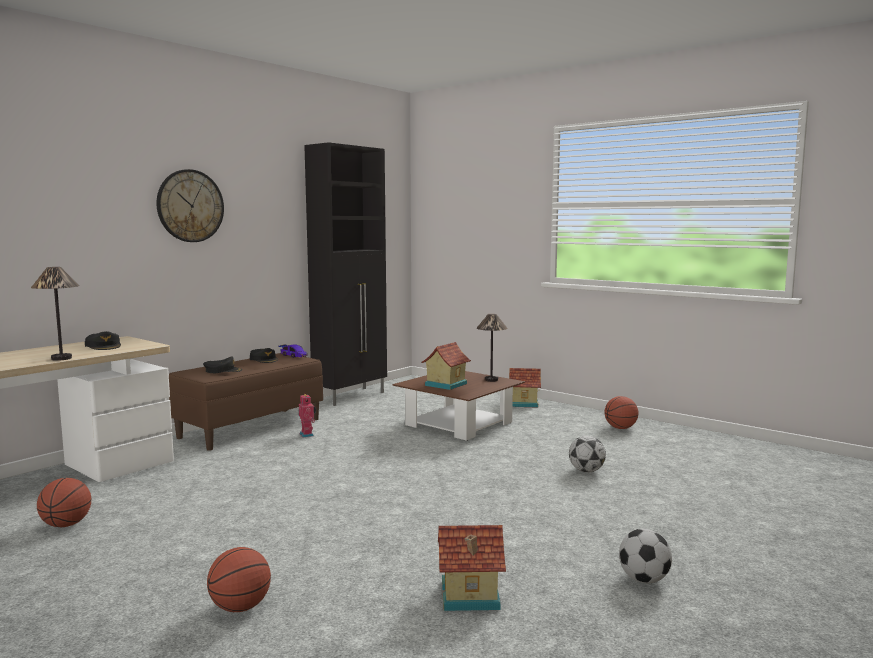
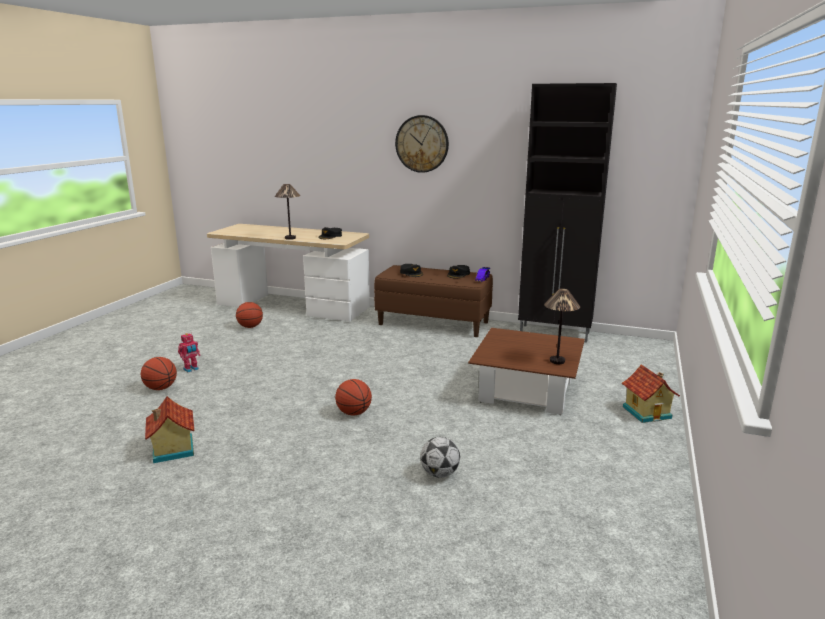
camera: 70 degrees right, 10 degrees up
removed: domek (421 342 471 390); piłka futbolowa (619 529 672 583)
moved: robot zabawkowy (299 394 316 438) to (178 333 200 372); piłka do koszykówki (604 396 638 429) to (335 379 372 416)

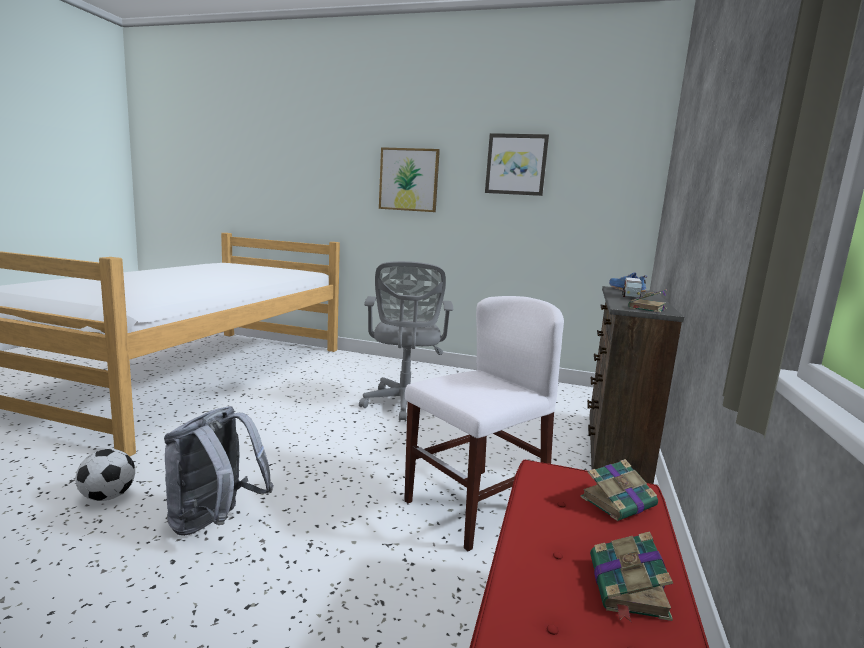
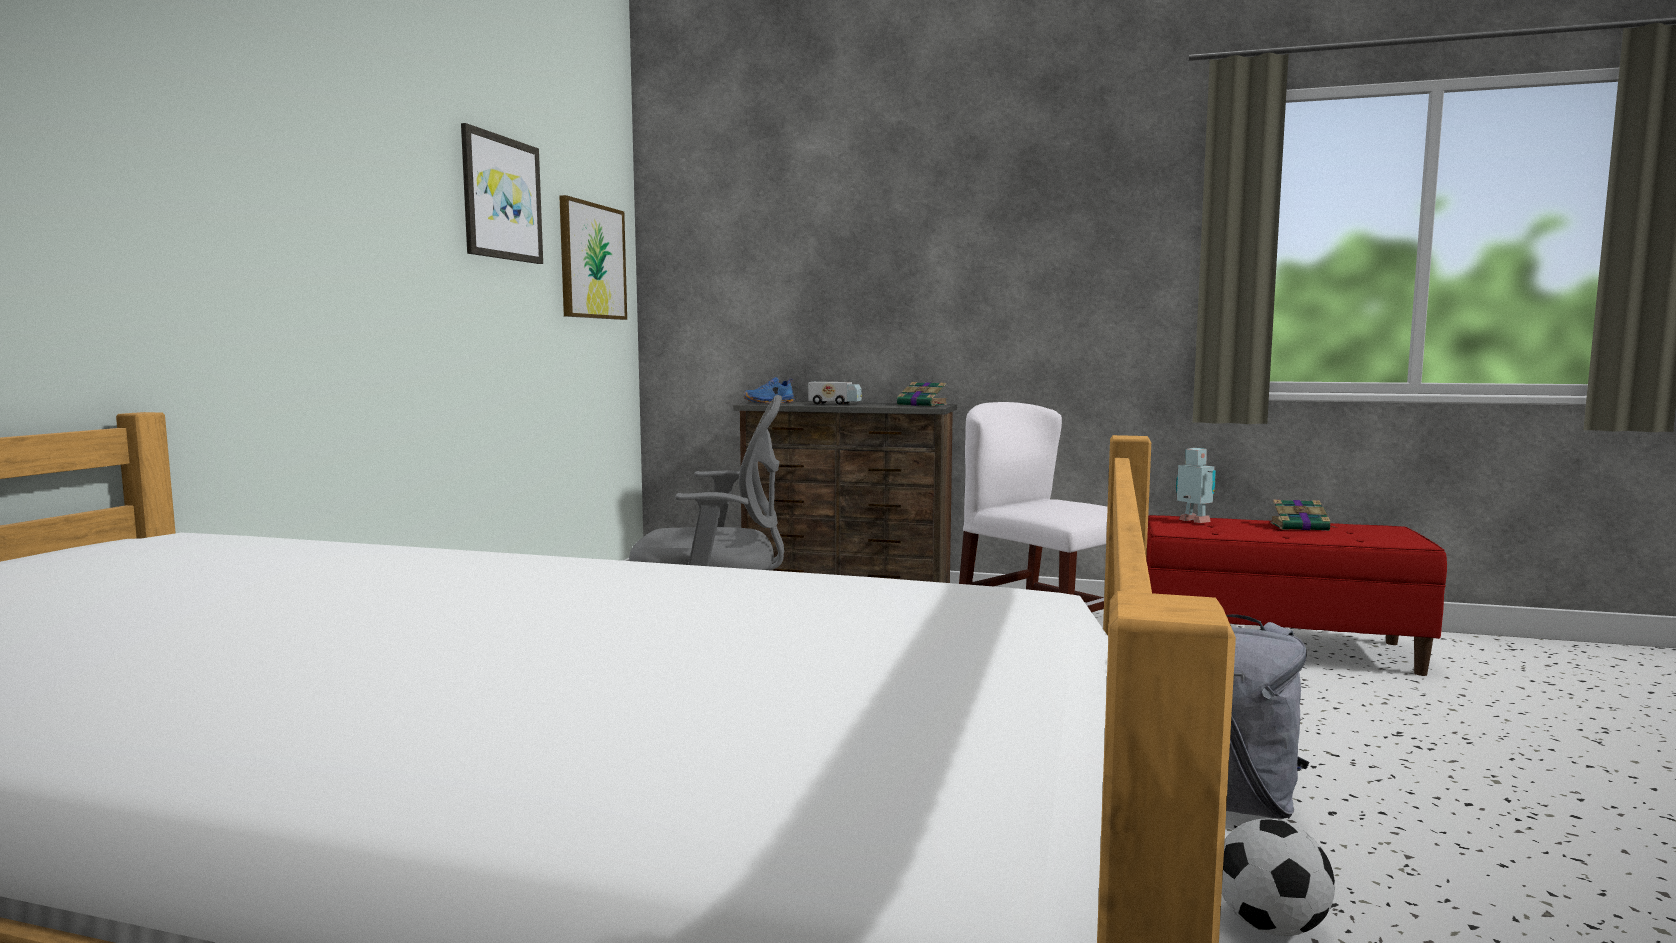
camera: 90 degrees left, 5 degrees down
moved: obraz (379 147 440 212) to (559 195 627 320)
replaced: książka (581 459 658 521) to robot zabawkowy (1176 448 1216 523)

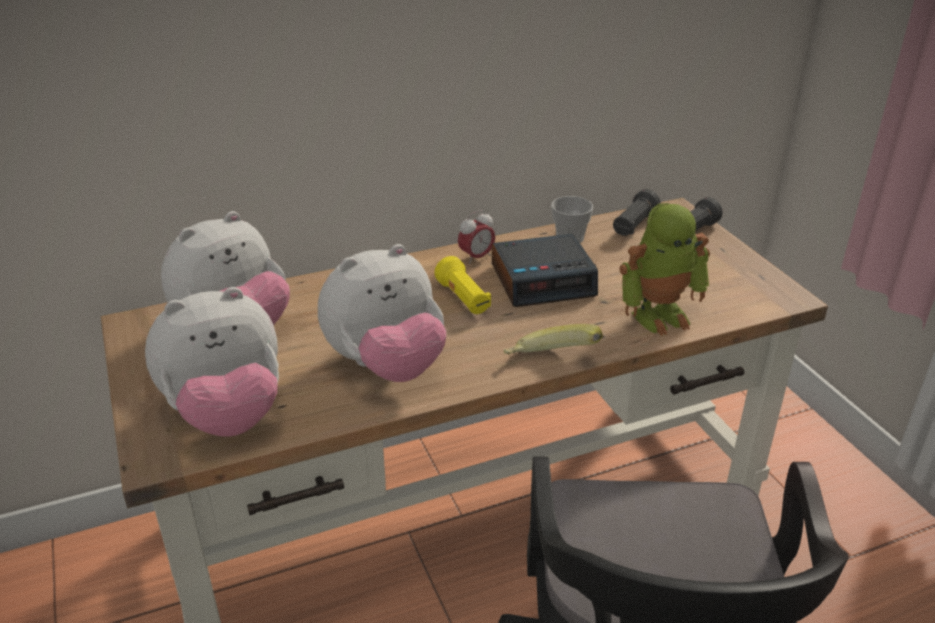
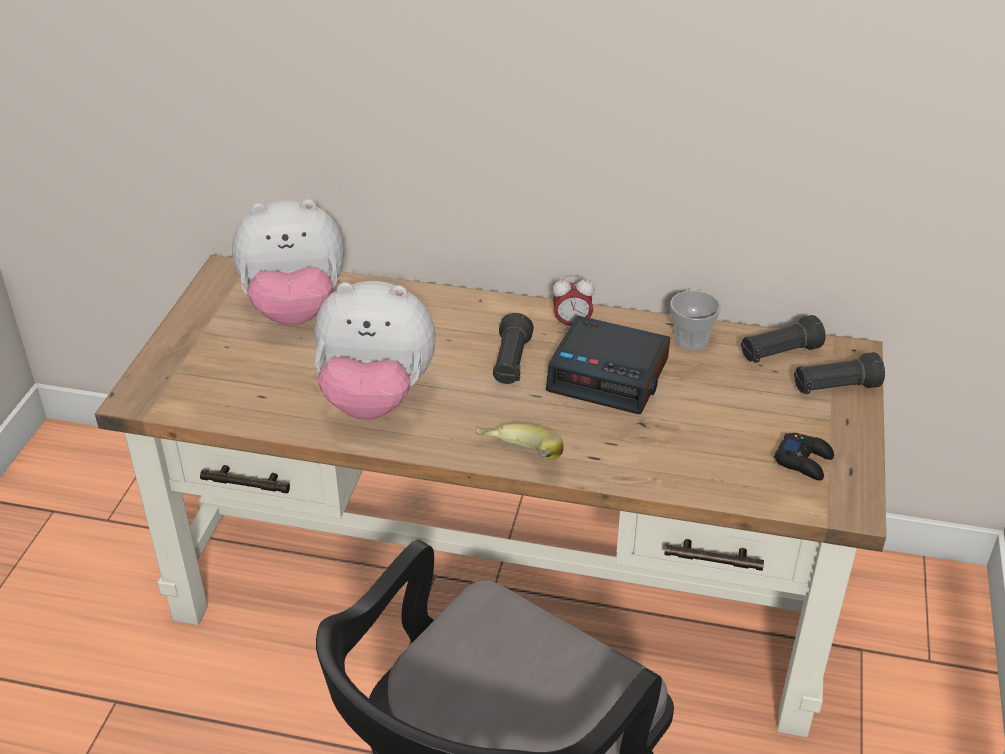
camera: 35 degrees right, 5 degrees up
removed: pluszak (145 287 279 437); robot zabawkowy (619 203 710 336)
added: pad do gier (czarny) (774 433 834 480)
recoloured: latarka (żółty) (434 256 491 314) to latarka (czarny) (493 313 534 384)

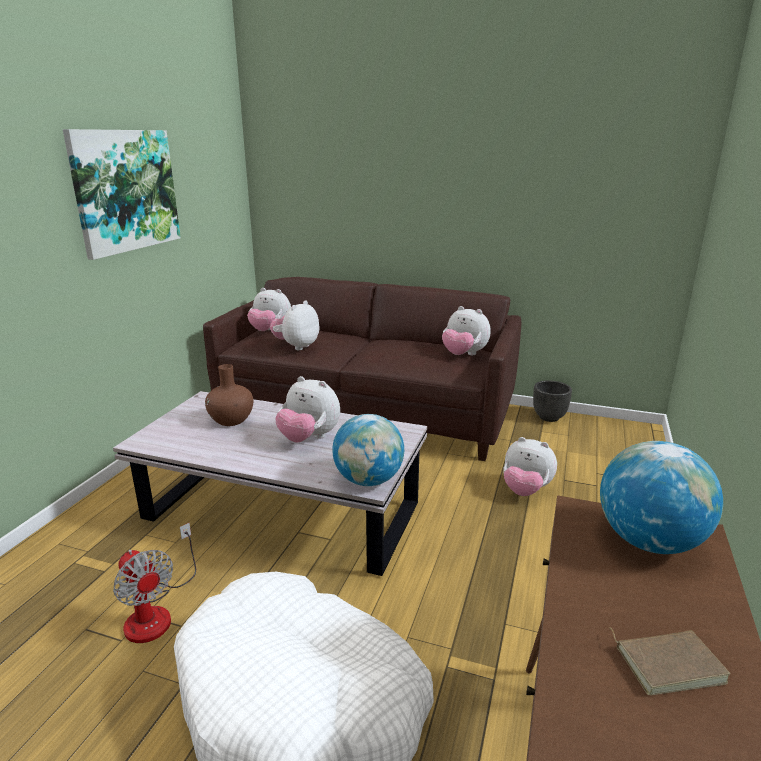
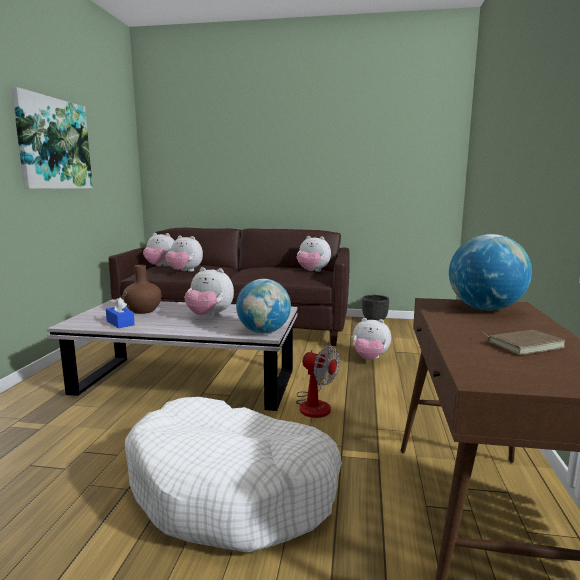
camera: 10 degrees left, 10 degrees down
added: pudełko chusteczek (niebieski) (106 297 135 328)
moved: wentylator (113 523 196 643) to (296 345 340 418)
turned: pluszak (270 300 319 350) = (165 235 203 272) 90 degrees counterclockwise

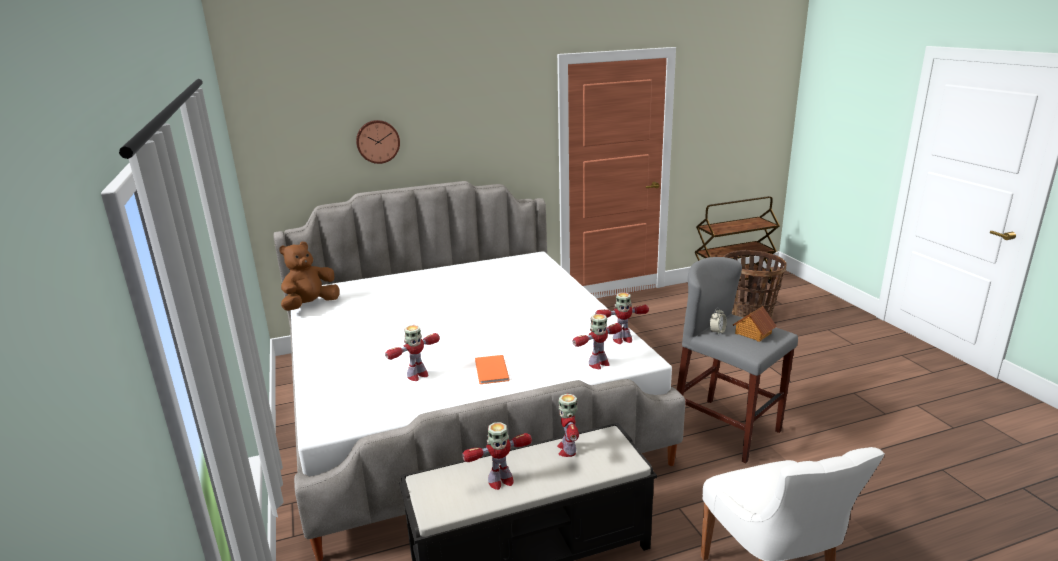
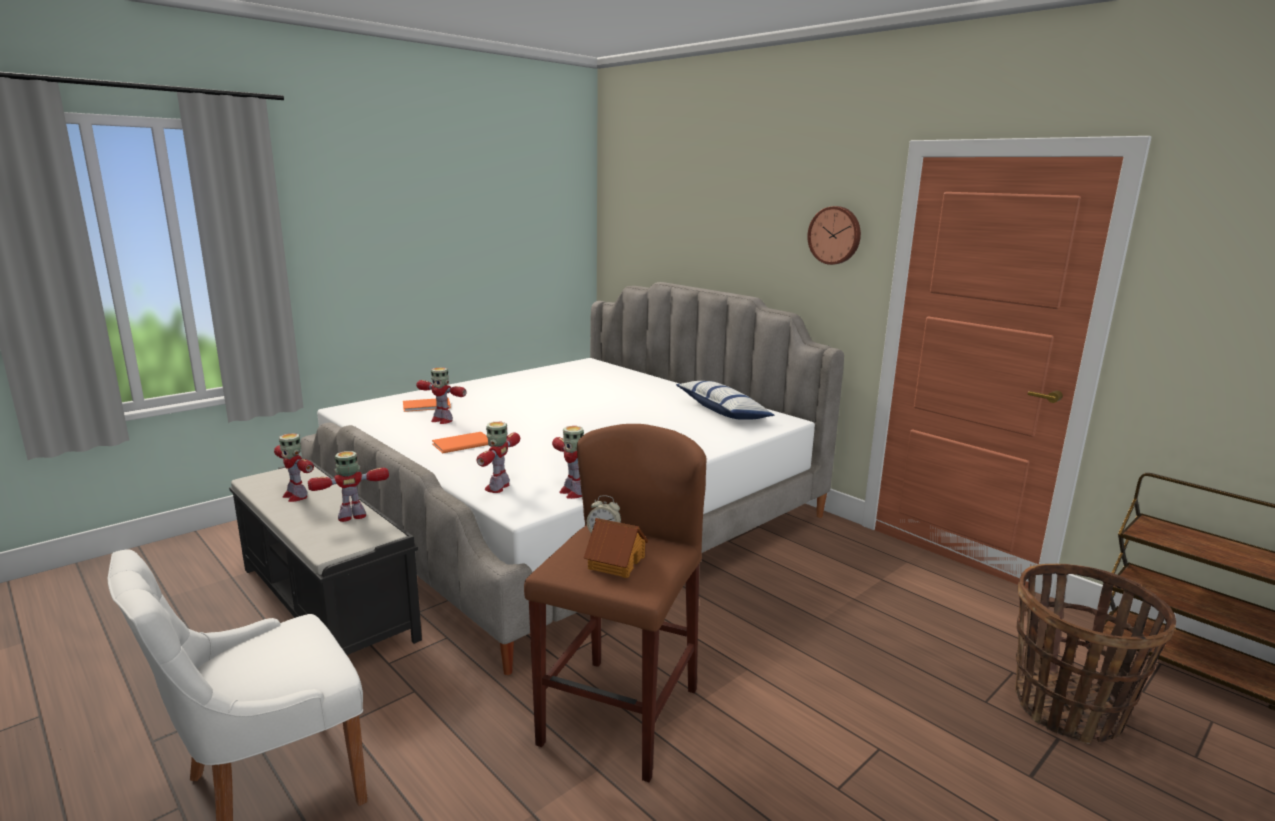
camera: 65 degrees right, 5 degrees down
removed: pluszak (brązowy) (279 242 340 311)
added: książka (pomarańczowy) (403 398 451 412); poduszka (676 381 774 420)
moved: zegar ścienny (356 120 400 164) to (807 206 861 265)
recoloured: stołek (szary) (677 257 798 463) to stołek (brązowy) (524 424 707 782)
turned: robot zabawkowy (572 314 622 369) = (477 422 520 493) 75 degrees clockwise

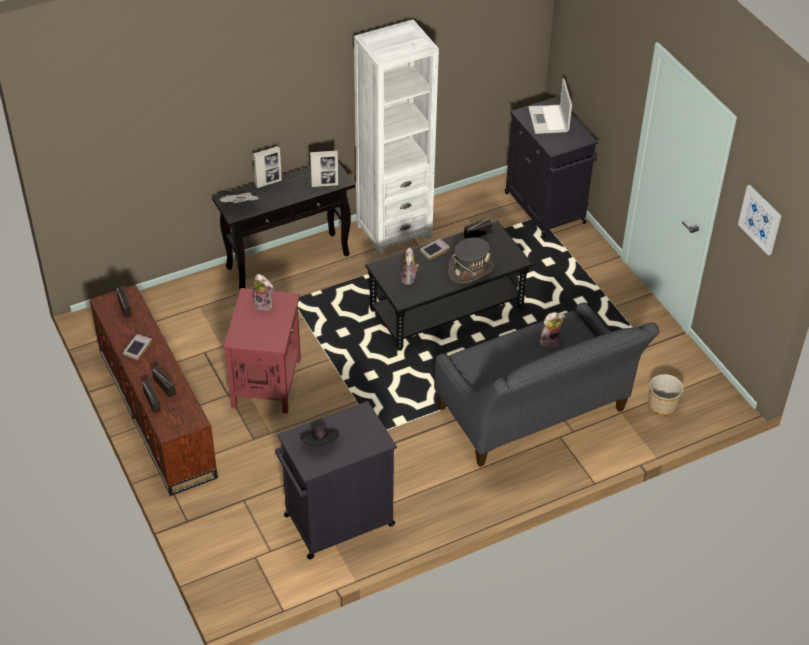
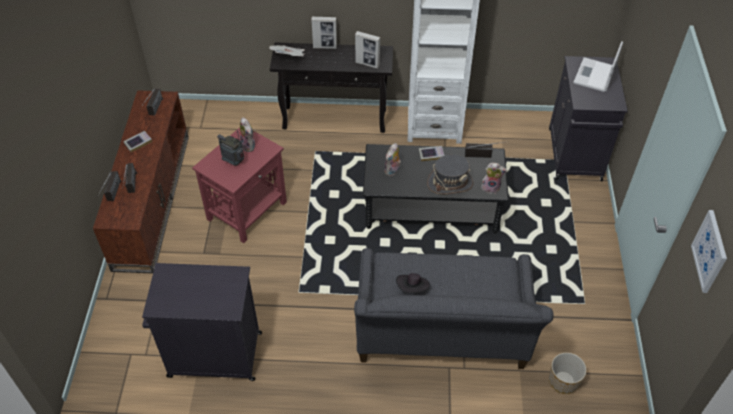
camera: 30 degrees right, 5 degrees up
added: radio (217 130 244 166)
moved: kapelusz (czarny) (300 424 339 447) to (396 273 430 293); pluszak (540 312 565 347) to (481 162 507 194)

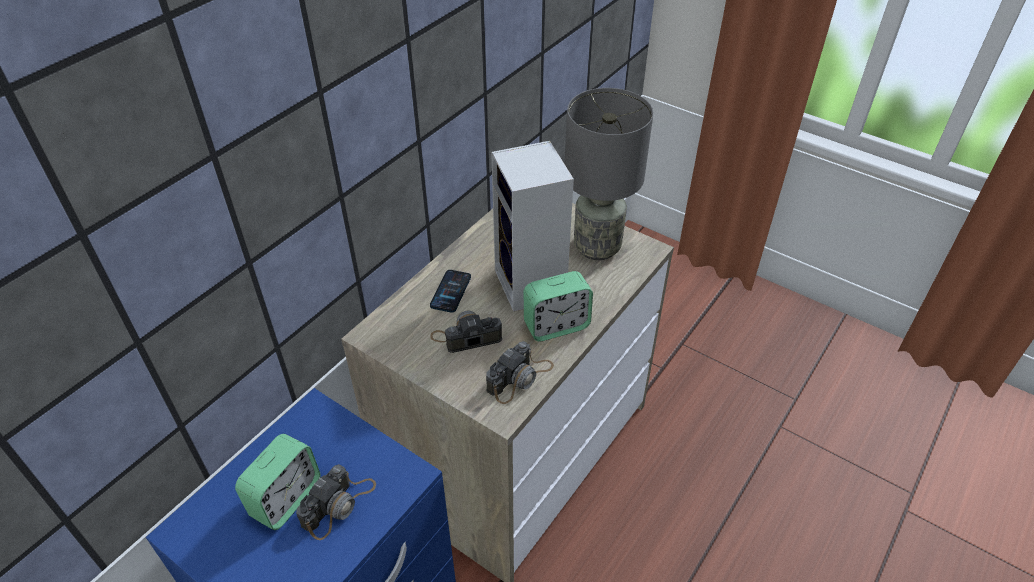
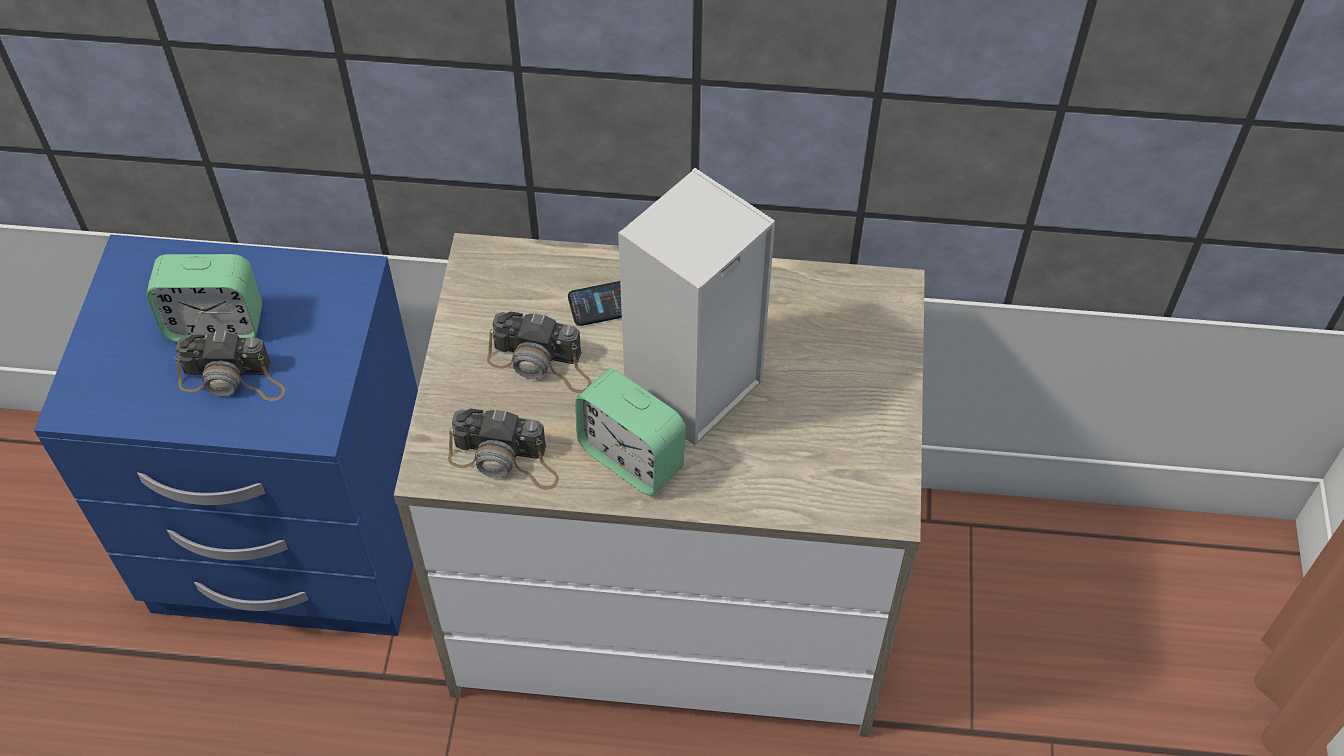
camera: 60 degrees right, 10 degrees up
removed: lampa stołowa (szary) (565 88 653 260)
turned: aparat fotograficzny (430 311 502 353) = (487 311 592 393) 150 degrees clockwise

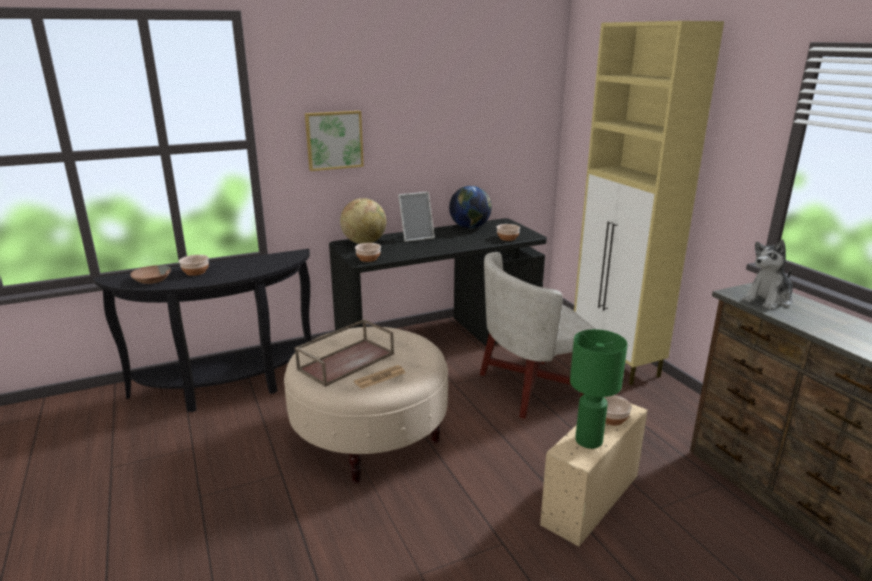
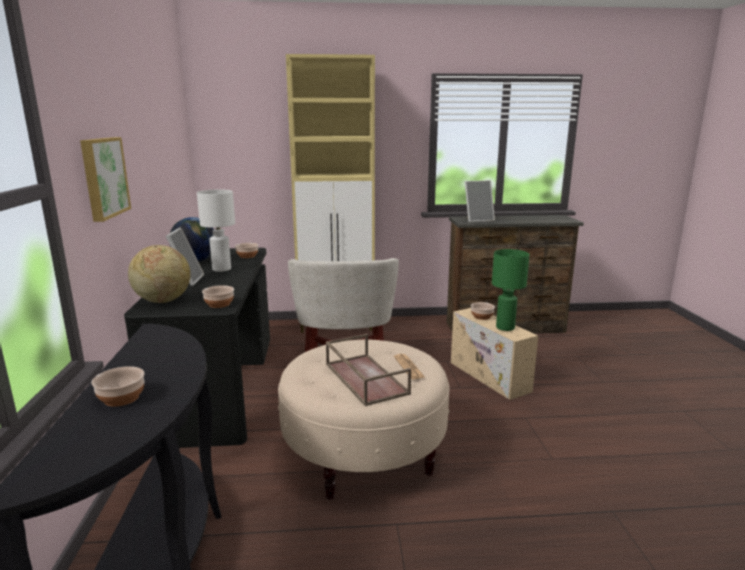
camera: 70 degrees left, 5 degrees down
removed: miska (brązowy) (130 265 171 284)
added: lampa stołowa (biały) (197 189 235 272)
replaced: pluszak (742 239 793 310) to ramka na zdjęcie (465 180 495 222)

